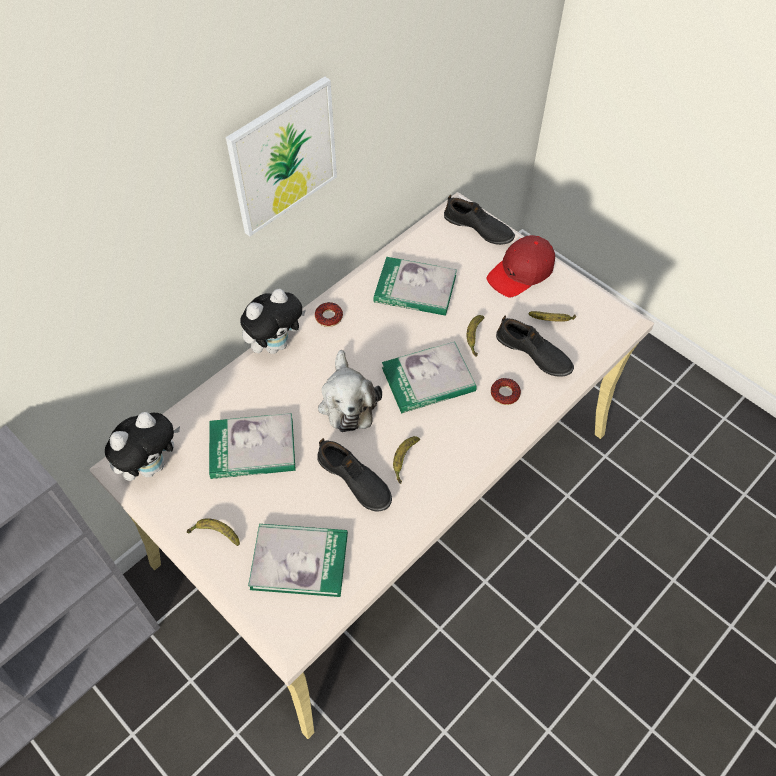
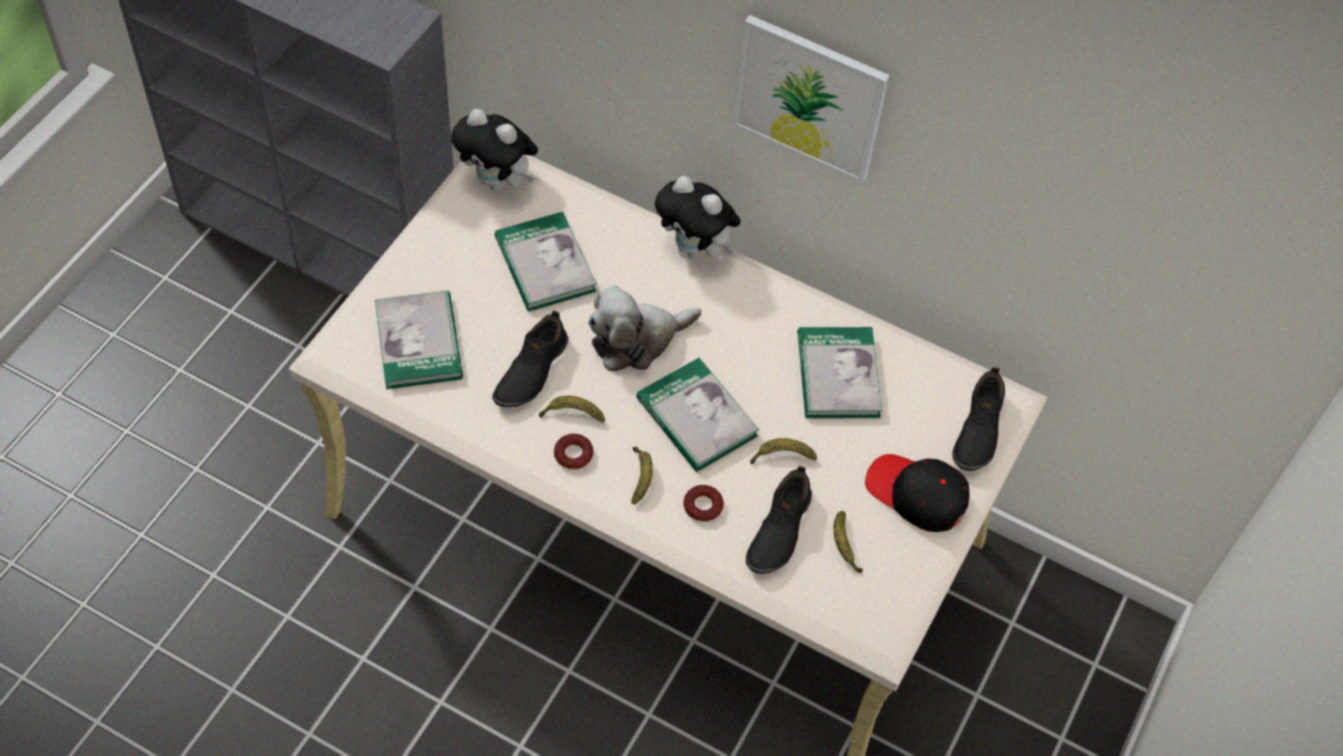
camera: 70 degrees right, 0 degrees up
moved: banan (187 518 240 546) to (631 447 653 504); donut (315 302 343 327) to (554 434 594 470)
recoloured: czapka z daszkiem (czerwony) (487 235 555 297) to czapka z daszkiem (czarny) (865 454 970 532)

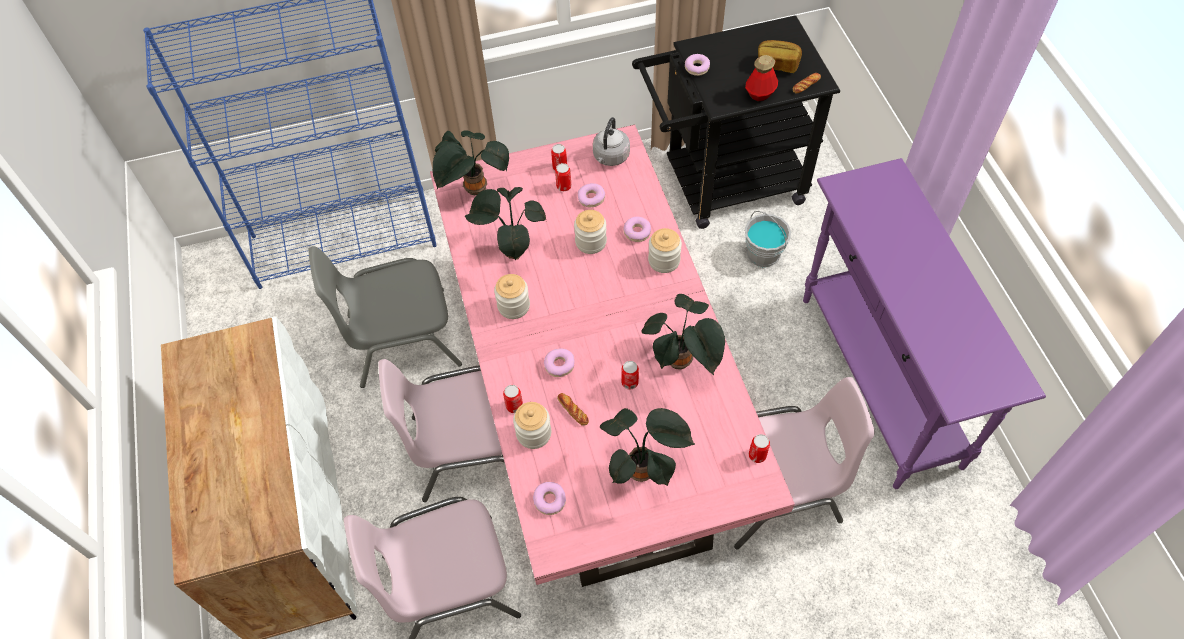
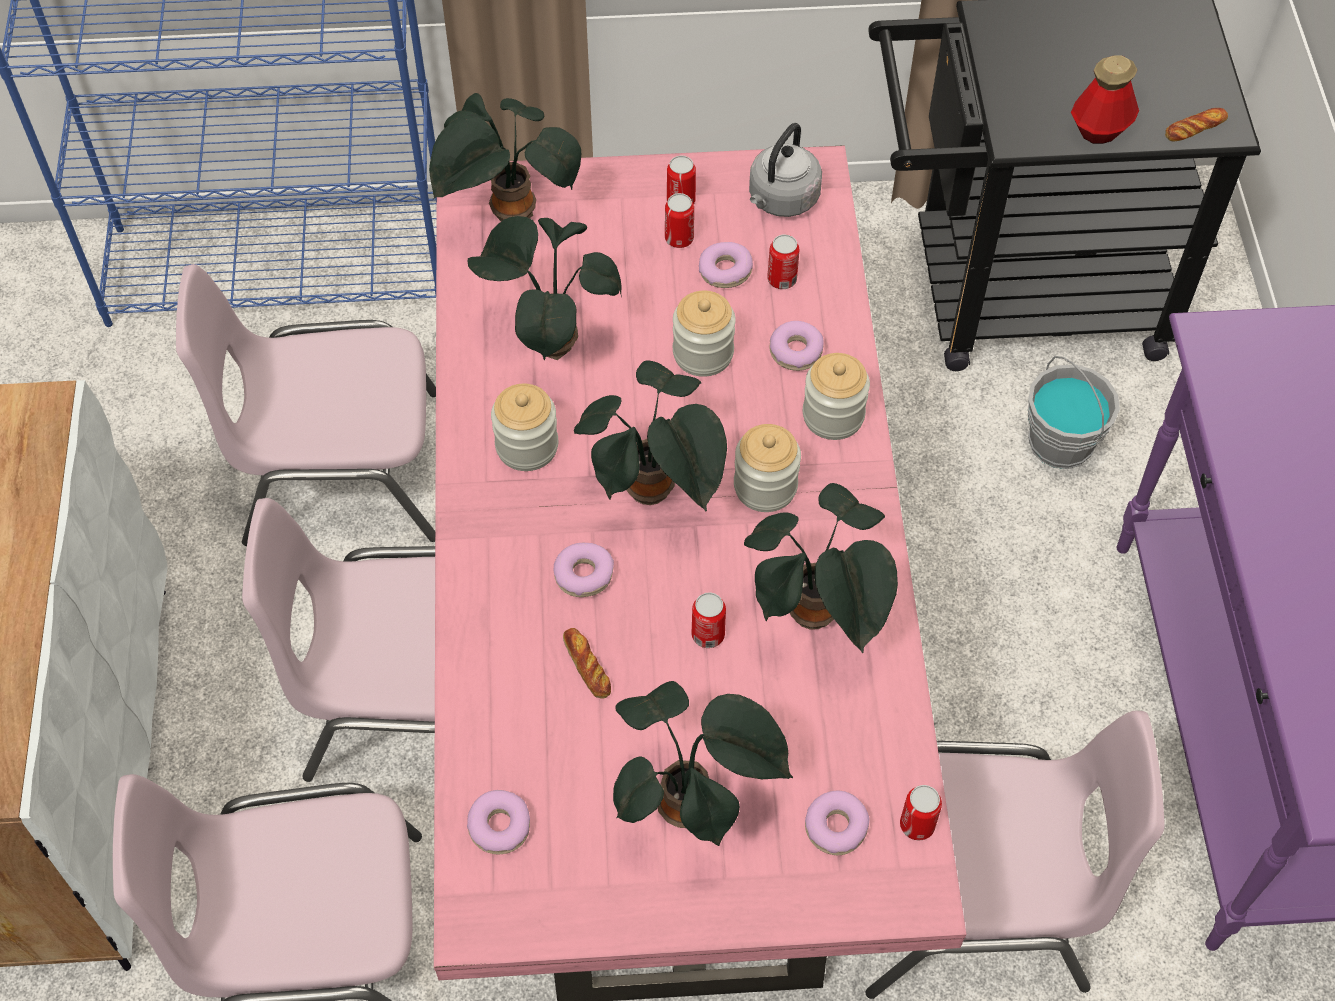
camera: 10 degrees right, 0 degrees up
removed: chleb (758 40 802 73)
added: roślina doniczkowa (574 361 727 511)
moved: puszka (503 385 523 413) to (767 234 799 289); słoik (513 402 551 449) to (734 424 801 512); donut (685 54 710 76) to (805 790 870 855)
recoloured: krzesło (szary) (309 246 462 388) to krzesło (różowy) (176 264 436 546)

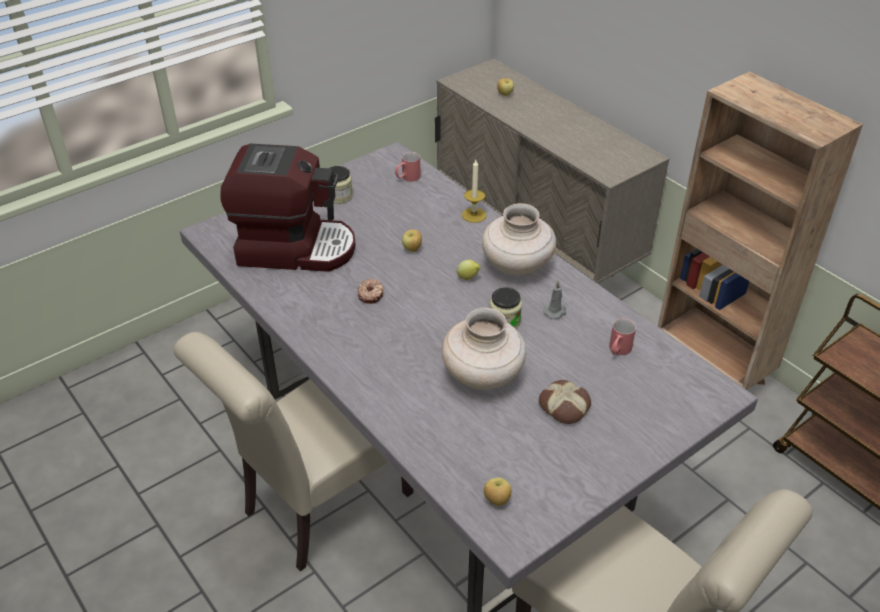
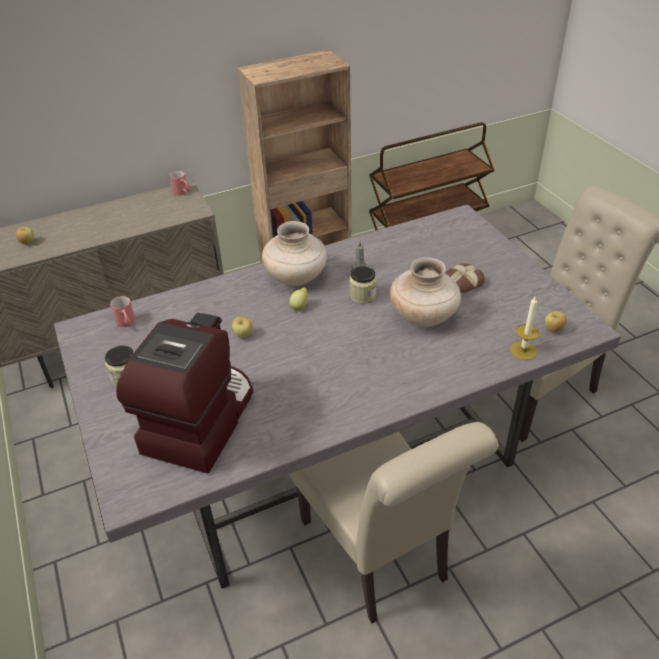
camera: 75 degrees left, 0 degrees up
removed: donut (357 278 383 304)
moved: świeca (462 160 486 223) to (510 297 539 360); kubek (czerwony) (609 319 636 355) to (169 171 190 196)

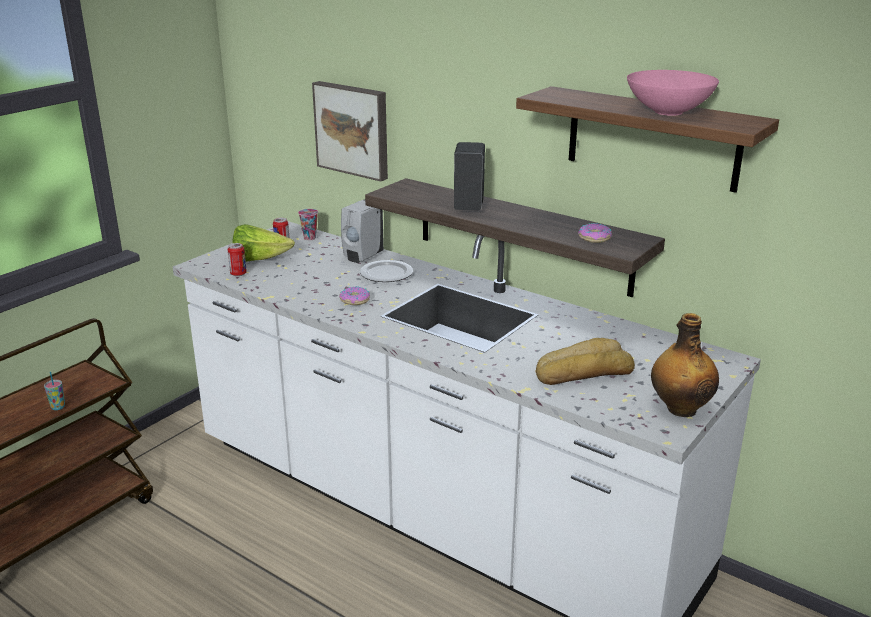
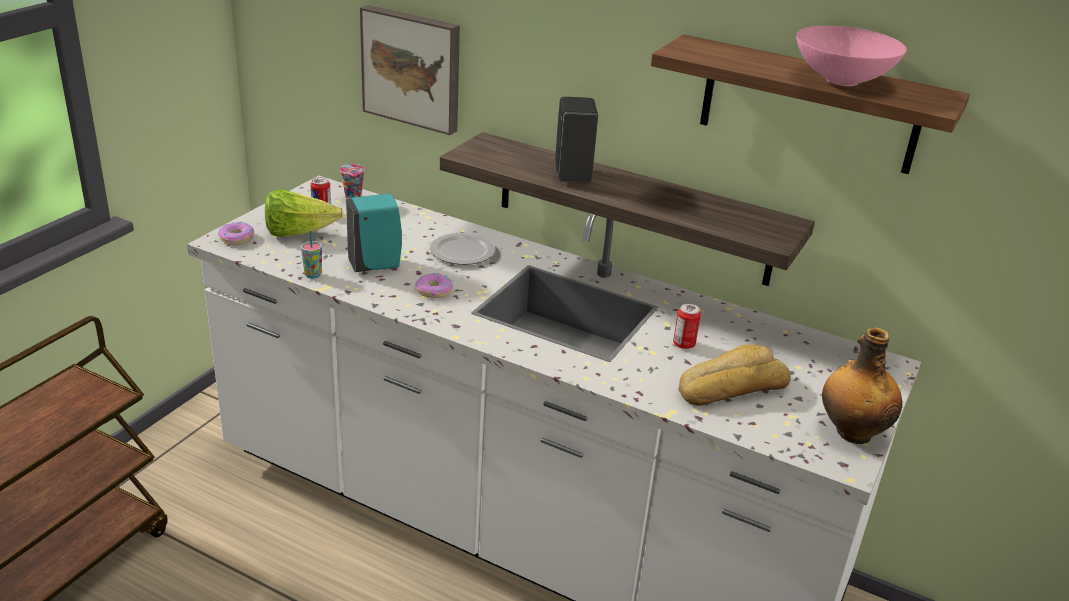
camera: 10 degrees left, 5 degrees up
removed: dozownik mydła (biały) (341 199 384 263)
added: dozownik mydła (turkusowy) (346 194 402 272)
moved: filiżanka (44 372 65 410) to (301 231 322 279); puszka (227 243 247 276) to (673 304 701 349); donut (578 223 612 243) to (218 221 254 245)

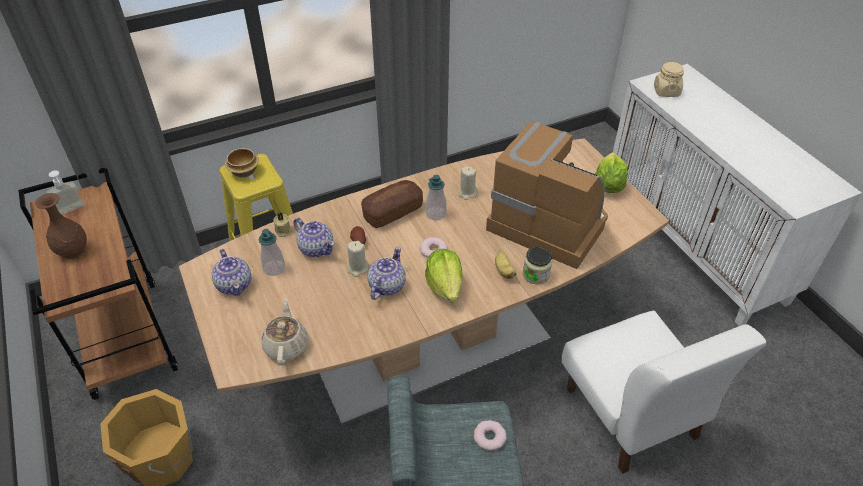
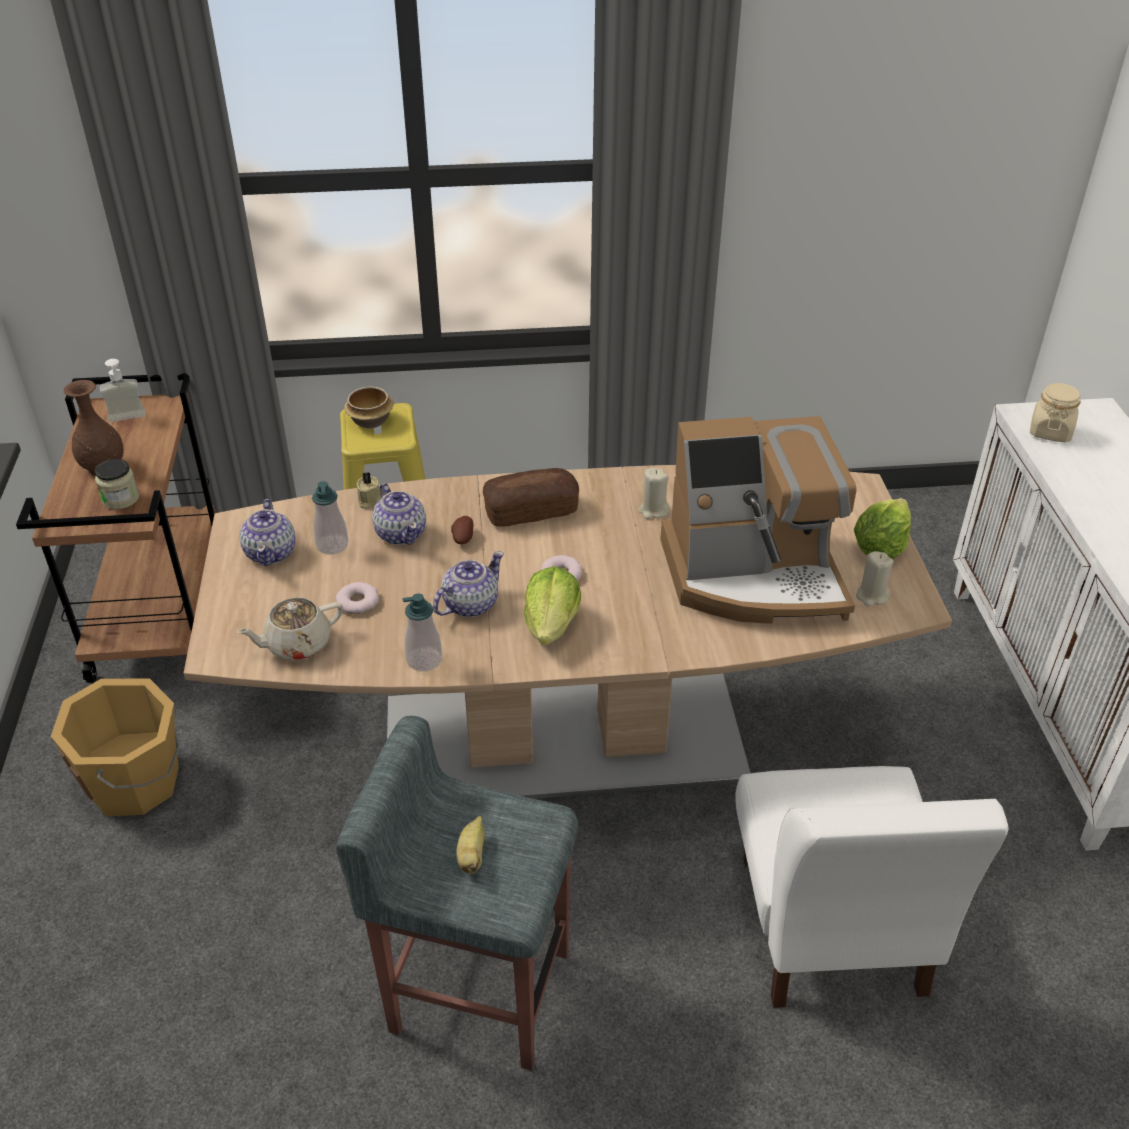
camera: 20 degrees right, 5 degrees down
moved: świeca (beżowy) (347 241 369 277) to (856 551 894 607); dozownik mydła (426 175 447 220) to (402 593 442 671); donut (474 420 506 451) to (335 582 379 614); banan (495 249 517 279) to (456 816 485 874); słoik (523 247 552 284) to (95 459 139 509)
turned: imbryk (beżowy) (262 298 308 365) = (237 597 343 660) 135 degrees counterclockwise; ekspres do kawy (486 121 608 269) = (660 416 857 624) 120 degrees clockwise

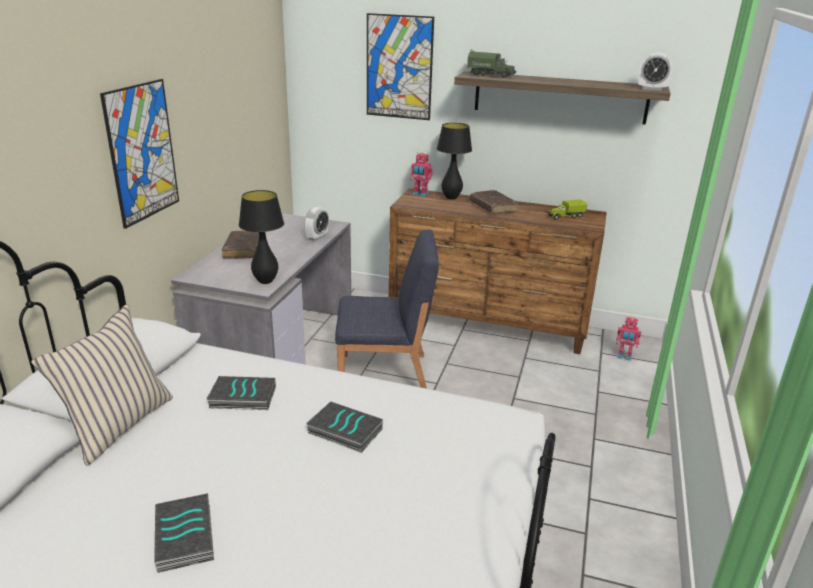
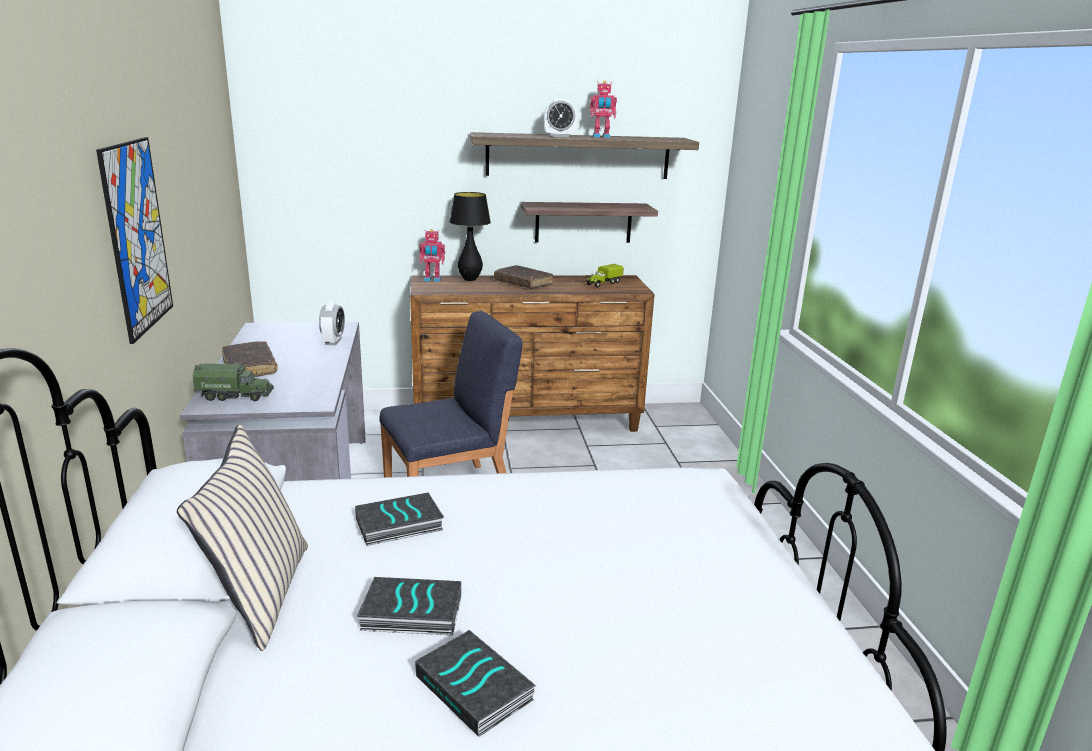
camera: 25 degrees left, 5 degrees down
removed: lampa stołowa (czarny) (239 190 284 284); obraz (367 13 434 120)
added: półka (521 202 658 243)
moved: książka (306 402 383 453) to (357 577 461 635); ciężarówka zabawkowa (467 50 516 78) to (192 364 274 401); robot zabawkowy (616 317 641 361) to (590 81 617 138); budzik (638 53 673 91) to (544 98 577 137)

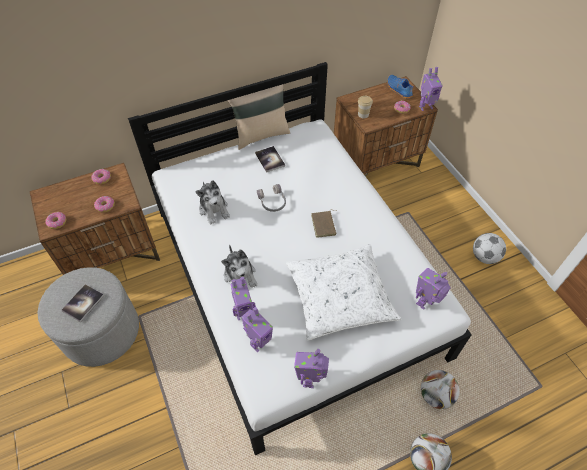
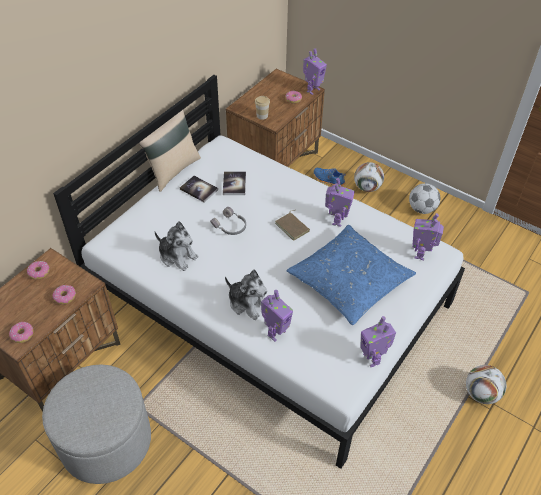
camera: 30 degrees left, 5 degrees down
moved: książka (61 284 104 322) to (223 171 246 195); robot zabawkowy (242 307 273 352) to (325 178 355 227); but (niebieski) (387 75 413 99) to (314 168 346 186); piłka futbolowa (421 370 460 409) to (354 162 384 192)
recoloured: poduszka (biały) (286 244 402 340) to poduszka (niebieski) (287 225 416 325)

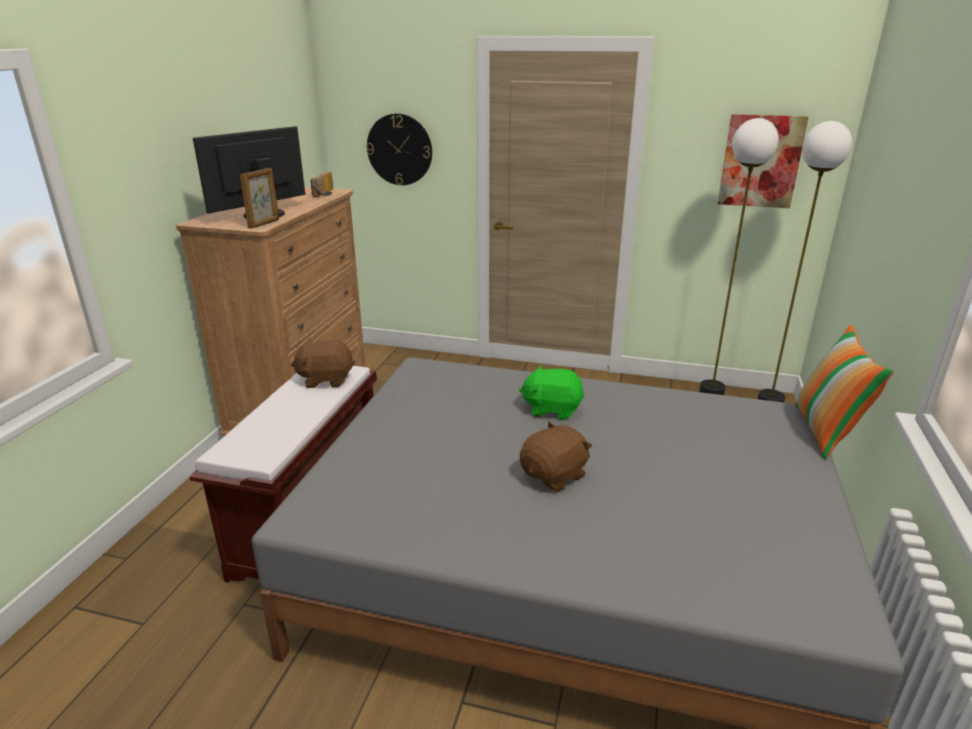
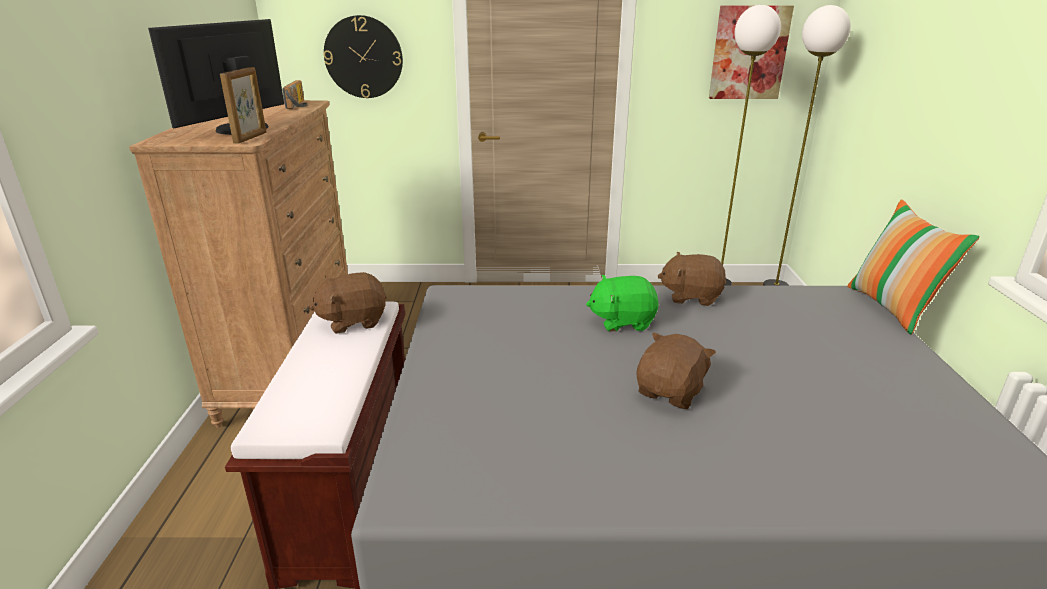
camera: 15 degrees left, 0 degrees up
added: pluszak (brązowy) (658 252 727 306)

